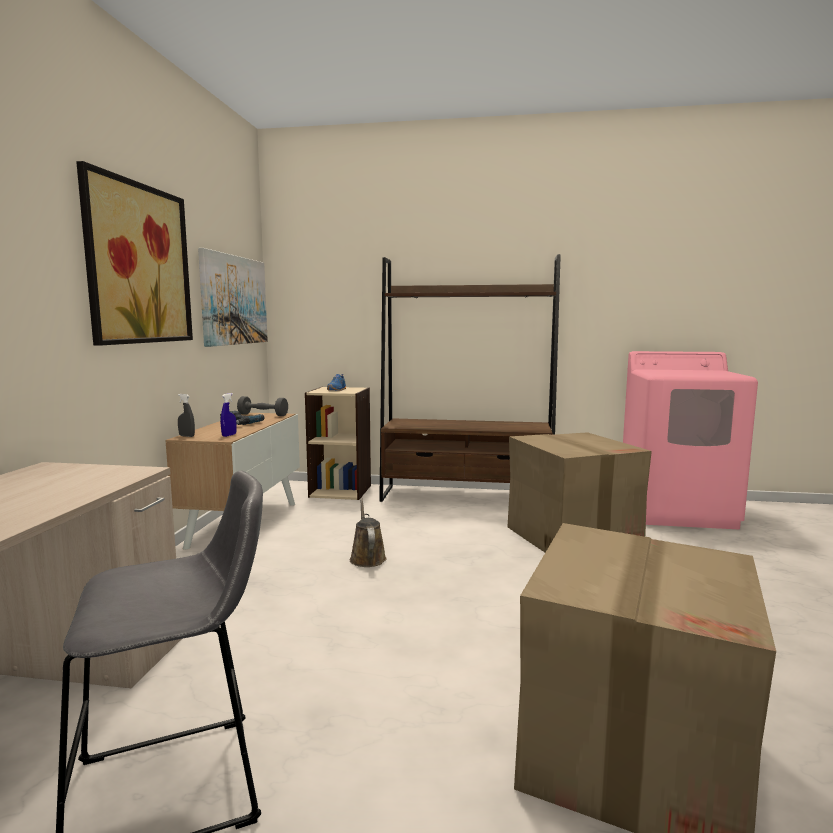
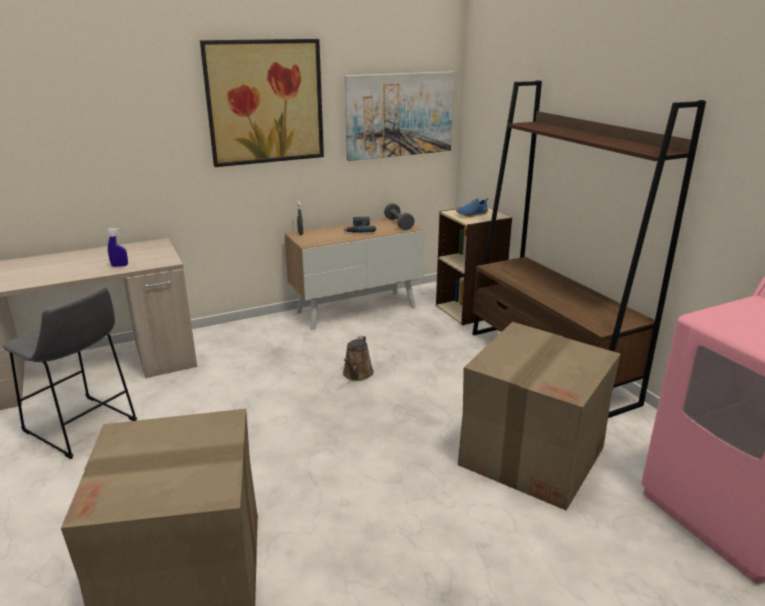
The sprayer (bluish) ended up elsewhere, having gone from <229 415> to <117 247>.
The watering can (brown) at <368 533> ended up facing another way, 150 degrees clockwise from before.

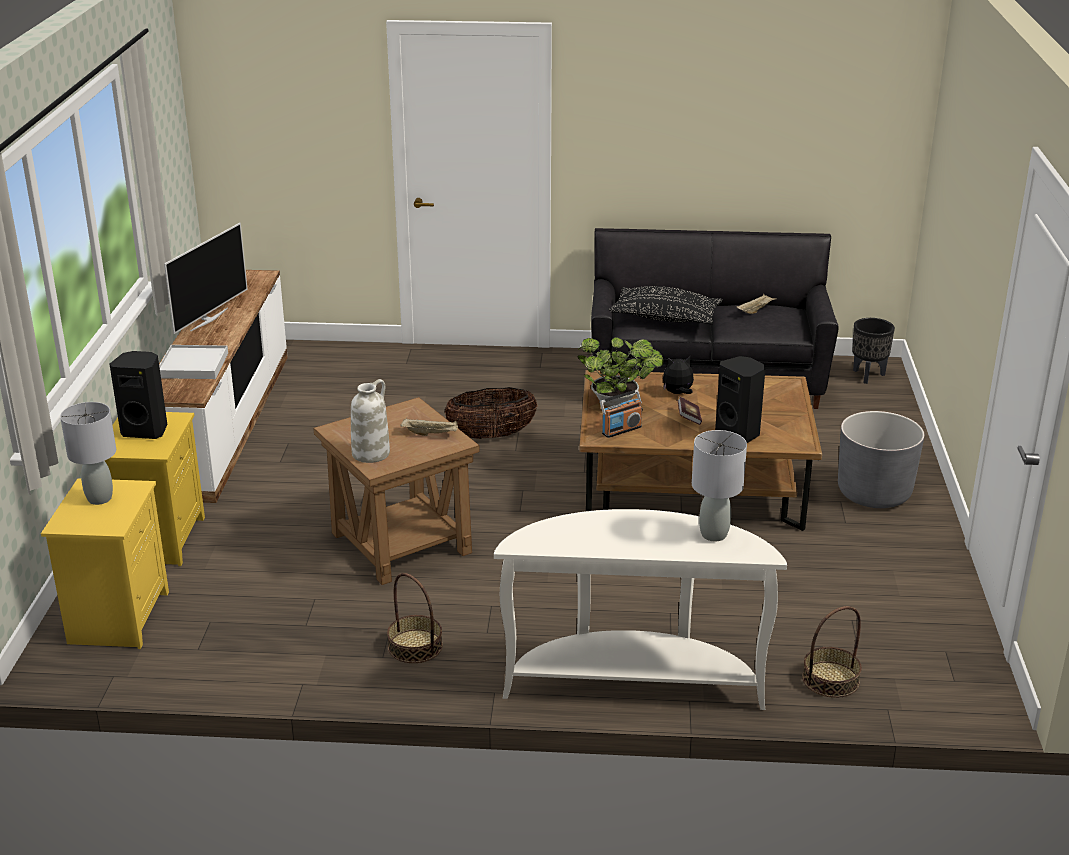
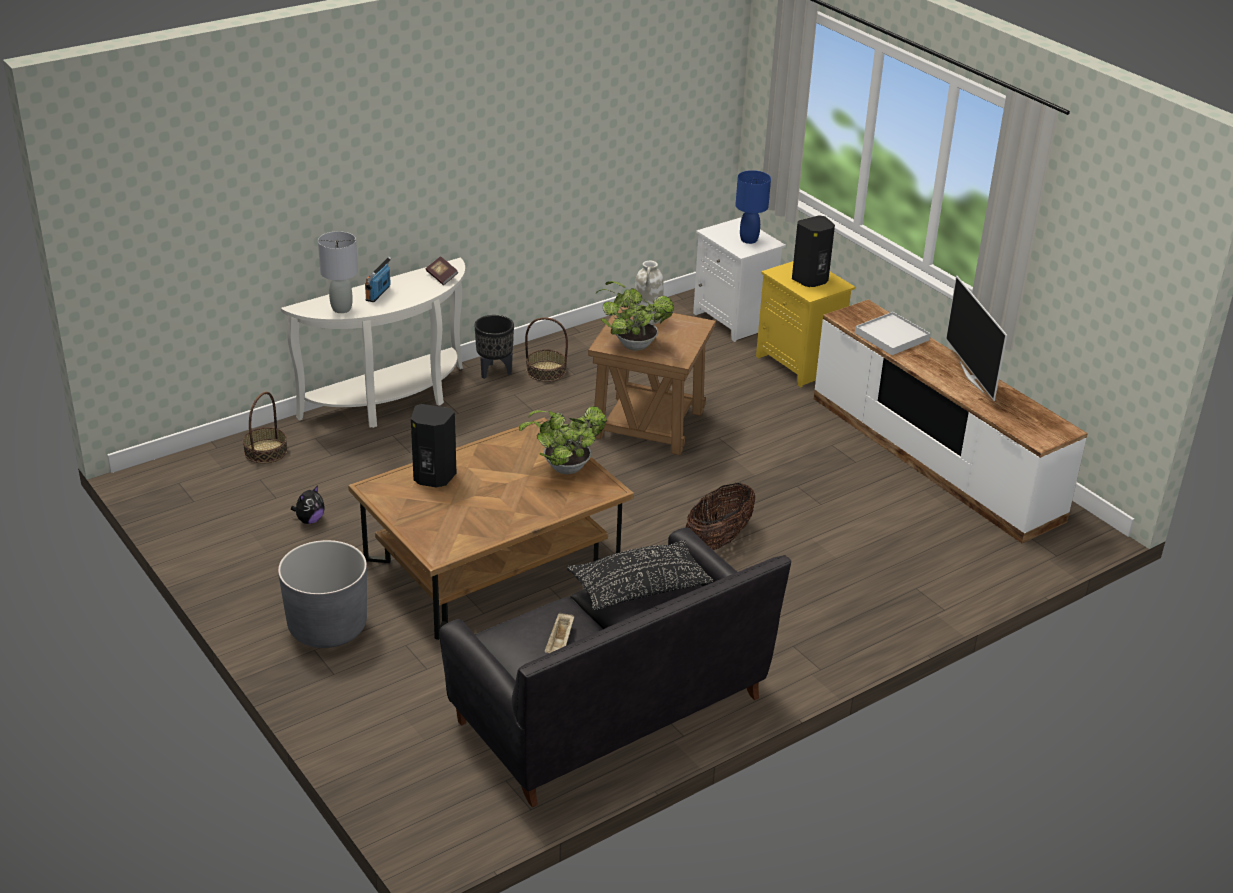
The radio set ended up elsewhere, having gone from <621 413> to <378 279>.
The cuddly toy ended up elsewhere, having gone from <678 375> to <308 504>.
The volume ended up elsewhere, having gone from <690 411> to <441 270>.
The planter (blackish) ended up elsewhere, having gone from <873 351> to <494 347>.
Where the tray (sand-coloured) stood at <429 427>, the plant in a pot came to stand at <635 316>.
What was the night table (yellow-coloured) at <105 563> turned into the night table (white) at <739 279>.
What was the tabletop lamp (gray) at <88 453> turned into the tabletop lamp (bluish) at <753 207>.

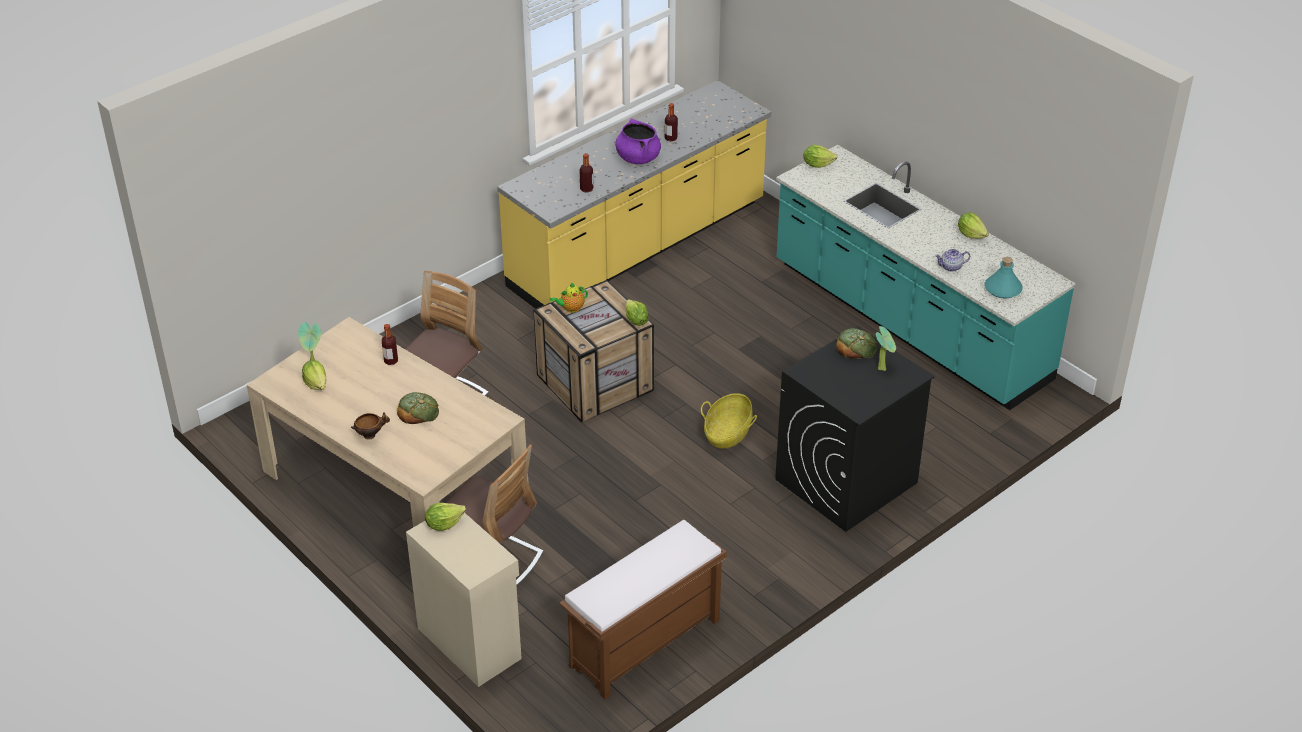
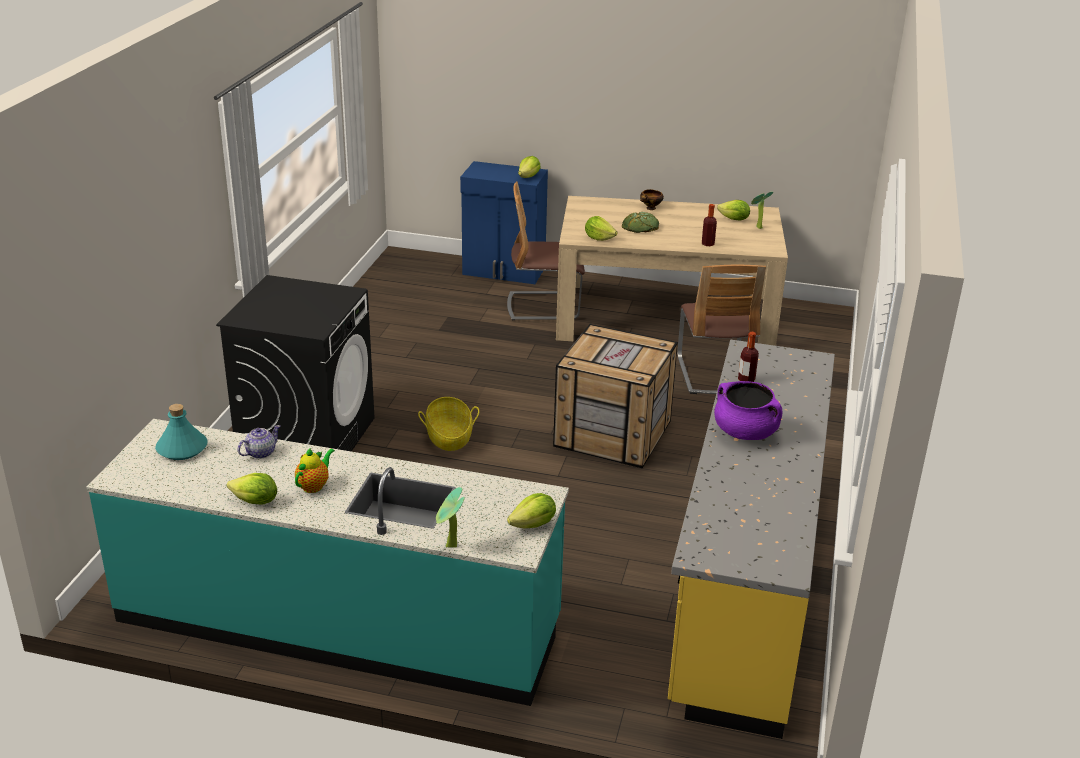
The second view lost the indoor bench (brown) at <643 610>.
The second view lost the beverage bottle at <671 122>.
The second view lost the baked bread at <856 343>.
The tea pot ended up elsewhere, having gone from <569 298> to <315 471>.
The head of lettuce ended up elsewhere, having gone from <637 312> to <601 228>.
The plant in a pot ended up elsewhere, having gone from <886 348> to <450 517>.
What was the storage cabinet (sand-coloured) at <464 600> turned into the storage cabinet (bluish) at <504 222>.

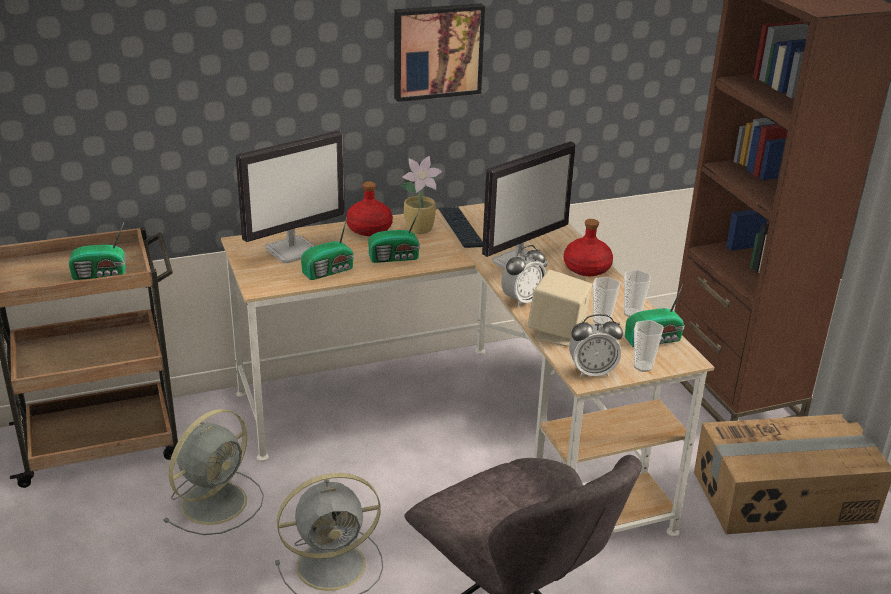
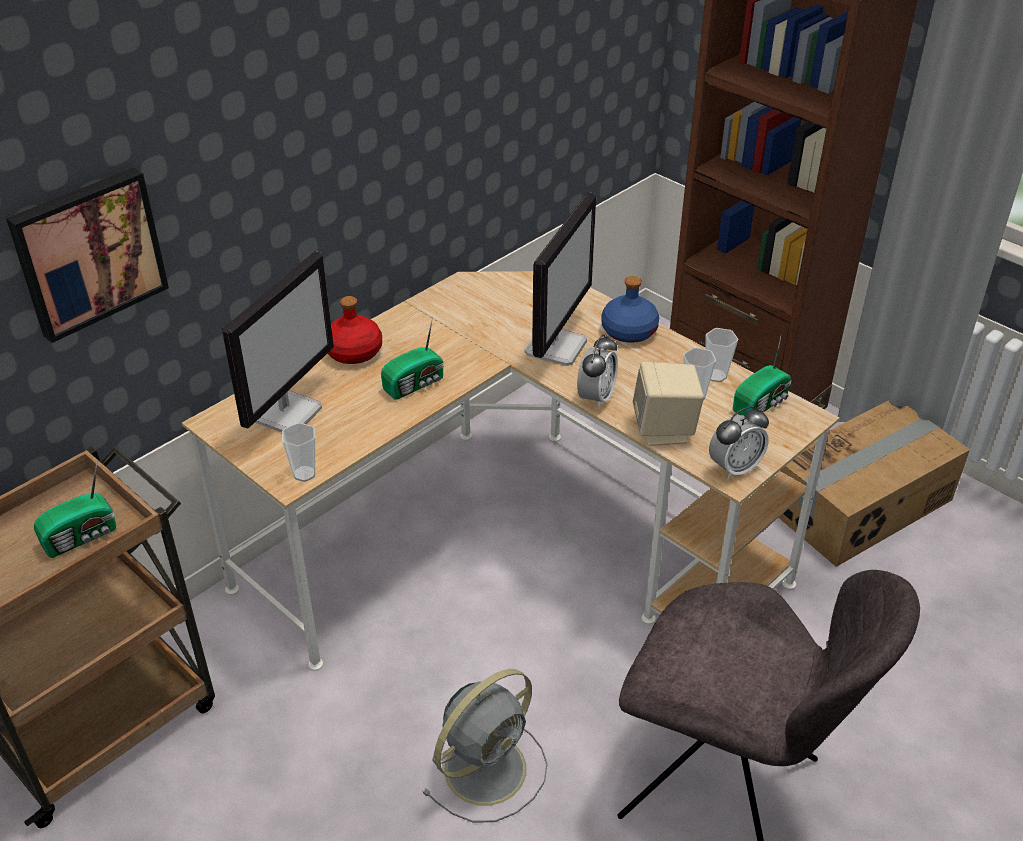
The second view lost the cooling fan (gray) at <213 472>.
The second view lost the radio set at <327 249>.
The second view lost the plant in a pot at <421 195>.
The second view lost the computer keyboard at <460 227>.
The picture ended up elsewhere, having gone from <439 52> to <87 255>.
The drinking cup ended up elsewhere, having gone from <649 346> to <298 452>.
What was the beverage bottle (reddish) at <588 247> turned into the beverage bottle (bluish) at <630 309>.

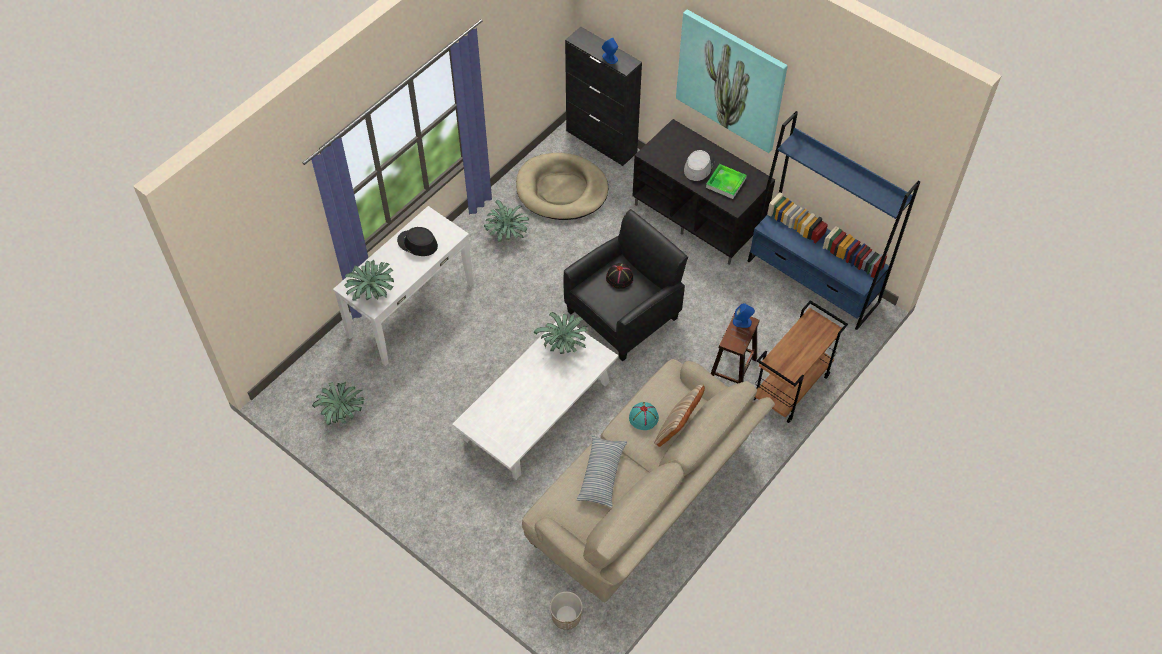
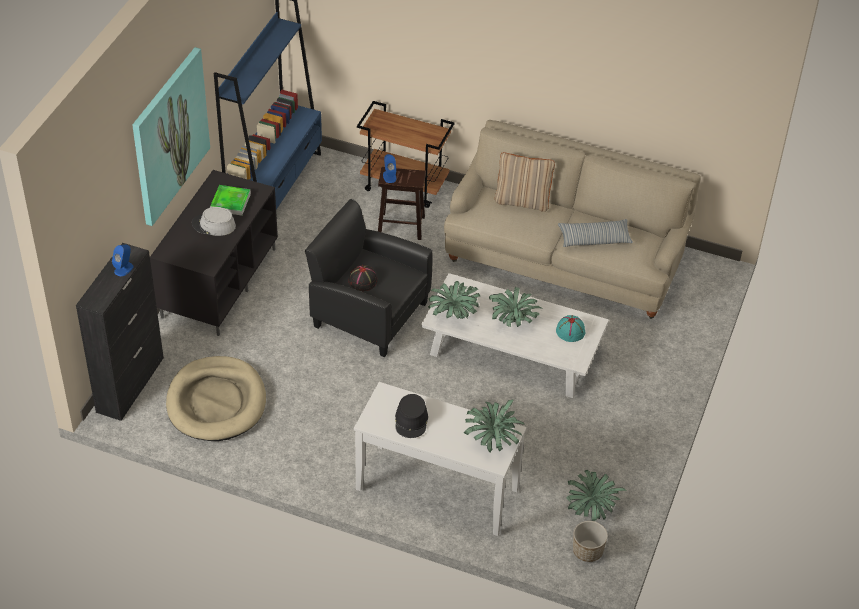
The plant in a pot ended up elsewhere, having gone from <506 221> to <515 307>.
The planter ended up elsewhere, having gone from <566 610> to <590 541>.
The hat (turquoise-coloured) ended up elsewhere, having gone from <644 416> to <570 328>.

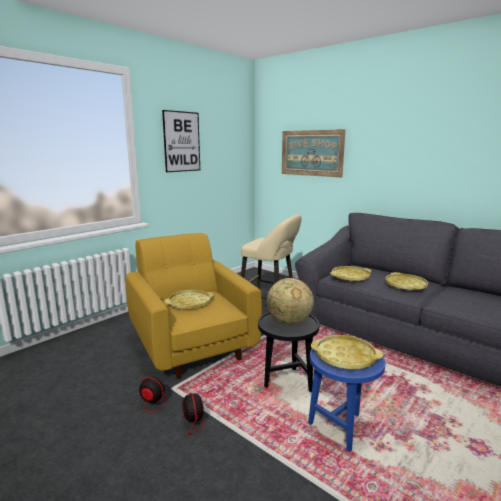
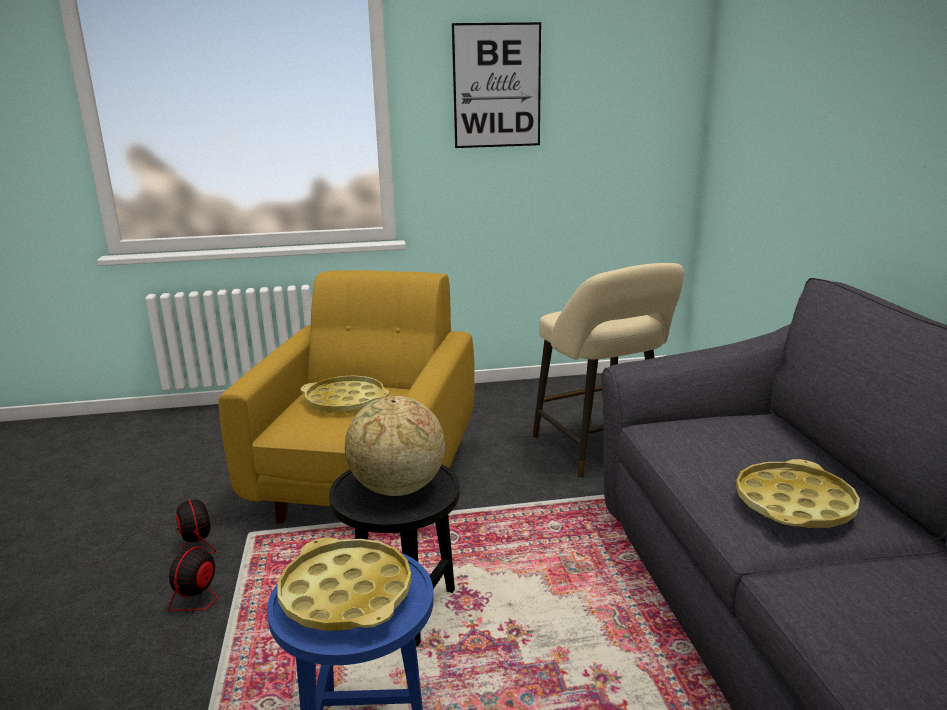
The second view lost the picture at <313 153>.
The second view lost the tray (yellow-coloured) at <351 274>.

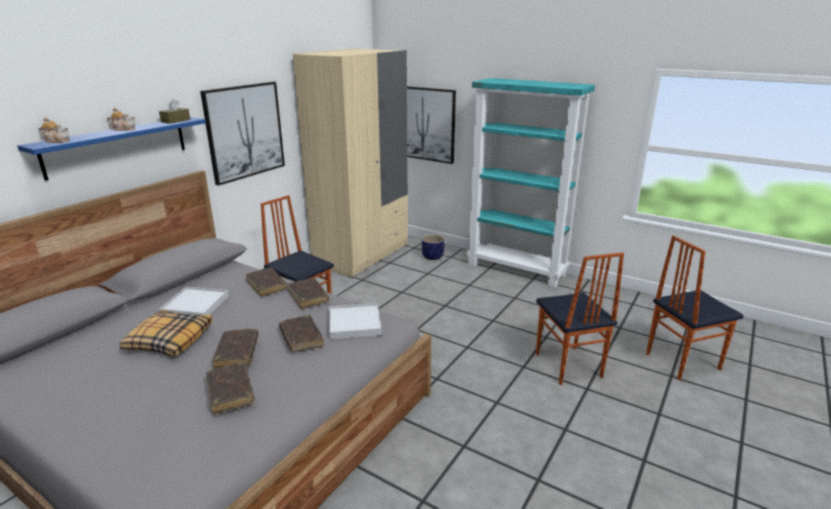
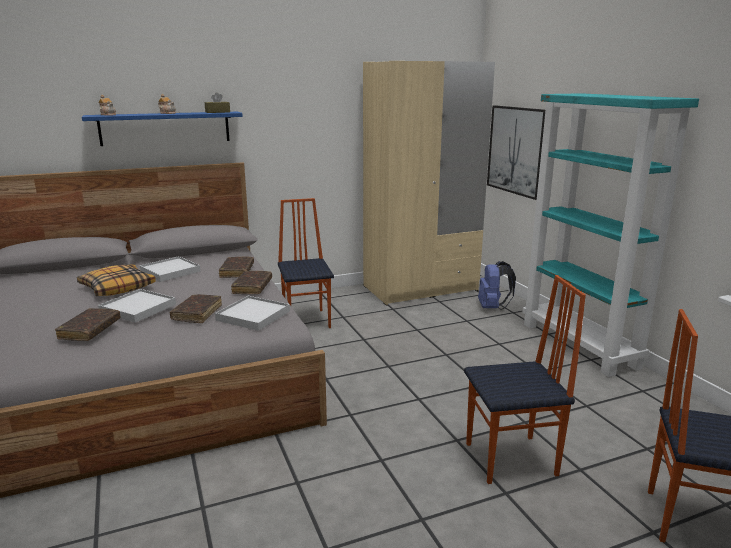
The second view lost the picture at <242 134>.
Where the volume (brown) stood at <235 349>, the tray (white) came to stand at <137 306>.
Where the planter stood at <433 247>, the knapsack (bluish) came to stand at <497 285>.
The upright chair at <580 318> ended up facing another way, 120 degrees counterclockwise from before.

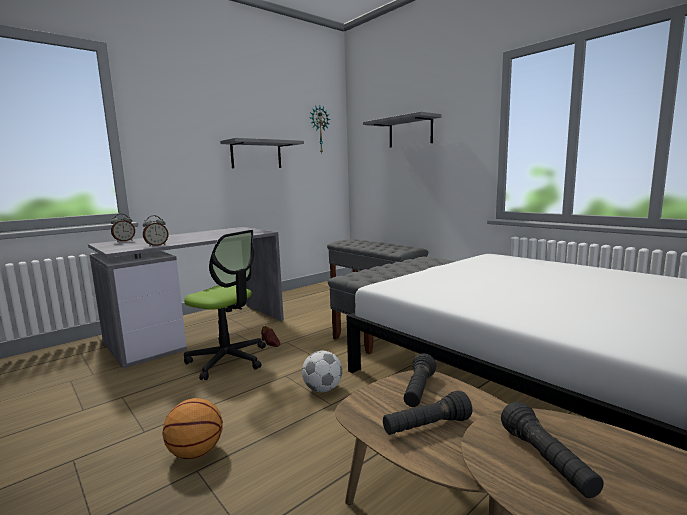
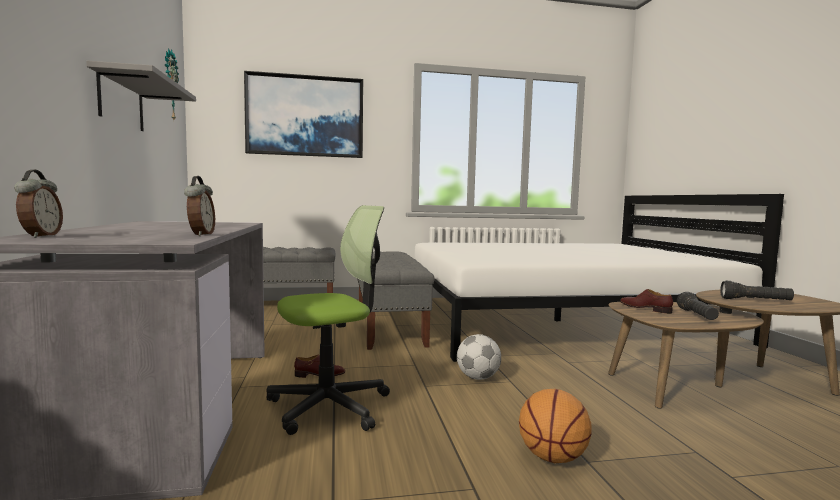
Where the shelf (gray) hung at <402 130>, the picture came to hang at <303 114>.
Where the hand torch (blackish) stood at <420 380>, the shoe (brown) came to stand at <646 301>.

